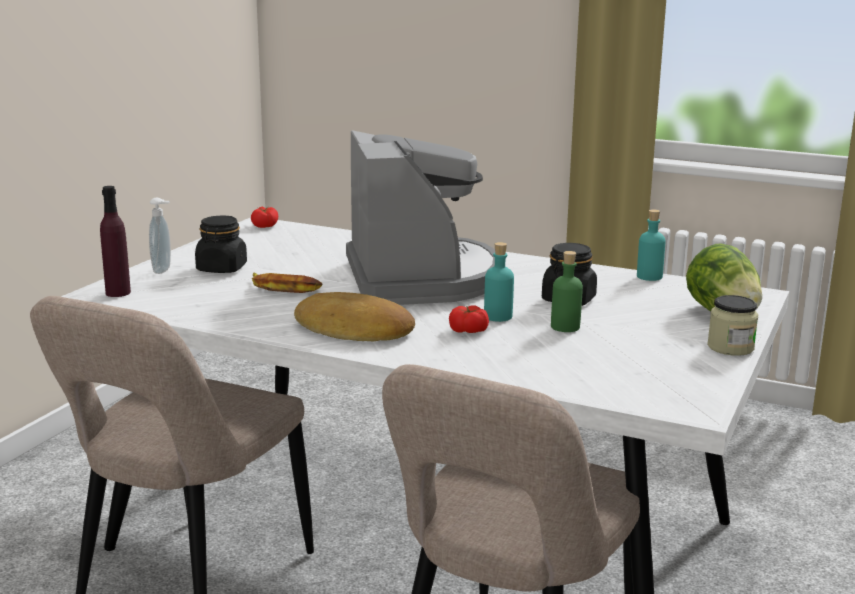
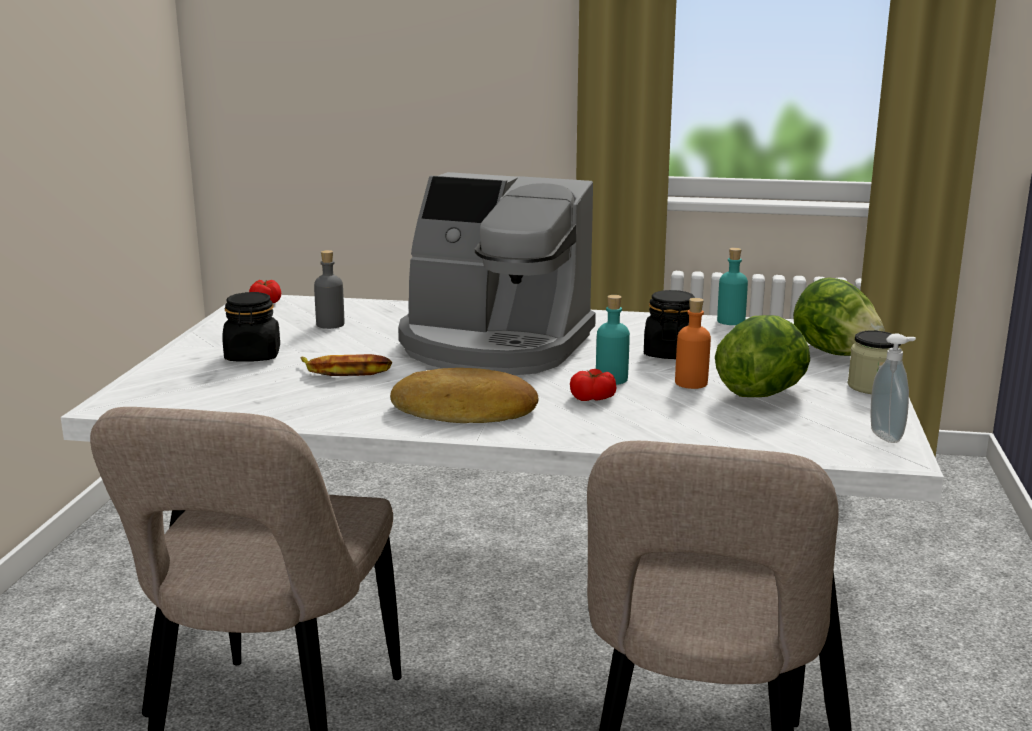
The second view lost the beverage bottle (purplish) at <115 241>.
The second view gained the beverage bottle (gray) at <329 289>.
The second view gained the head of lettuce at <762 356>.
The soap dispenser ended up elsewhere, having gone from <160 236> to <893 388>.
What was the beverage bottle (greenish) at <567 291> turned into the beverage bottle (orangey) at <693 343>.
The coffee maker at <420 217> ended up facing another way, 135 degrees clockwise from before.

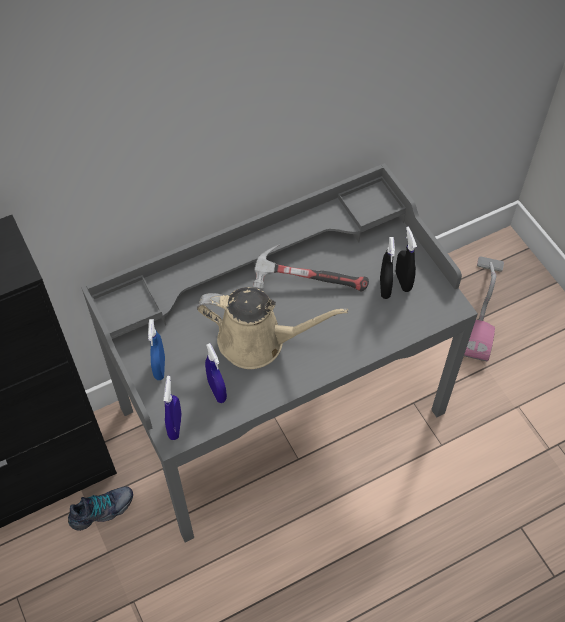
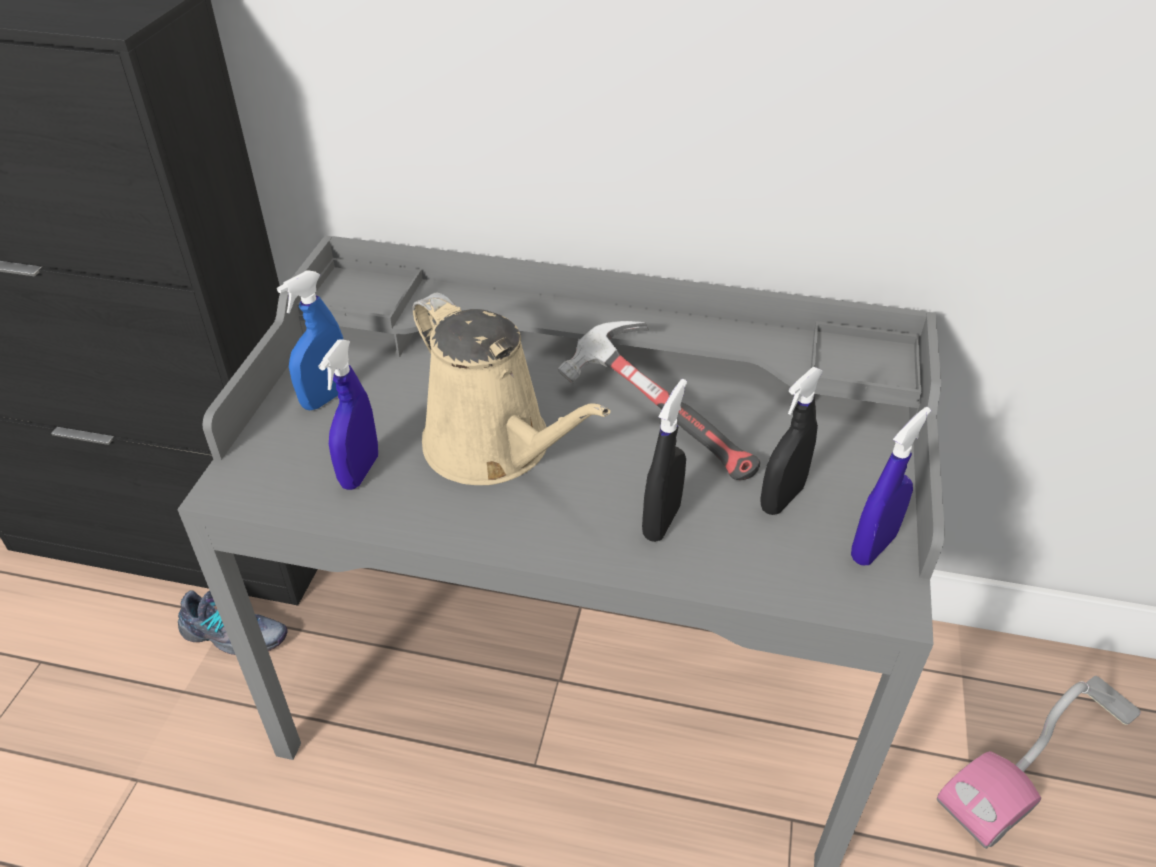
The sprayer (bluish) ended up elsewhere, having gone from <172 408> to <891 486>.
The sprayer (blackish) ended up elsewhere, having gone from <406 259> to <664 460>.

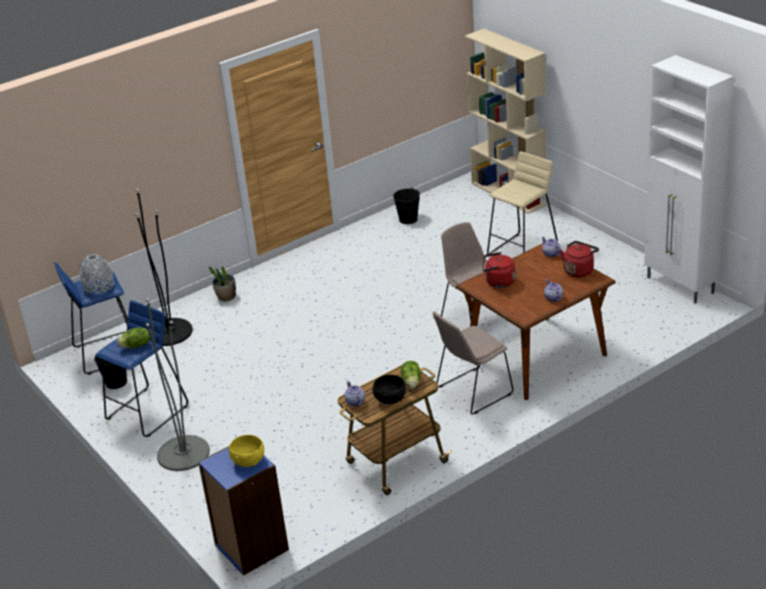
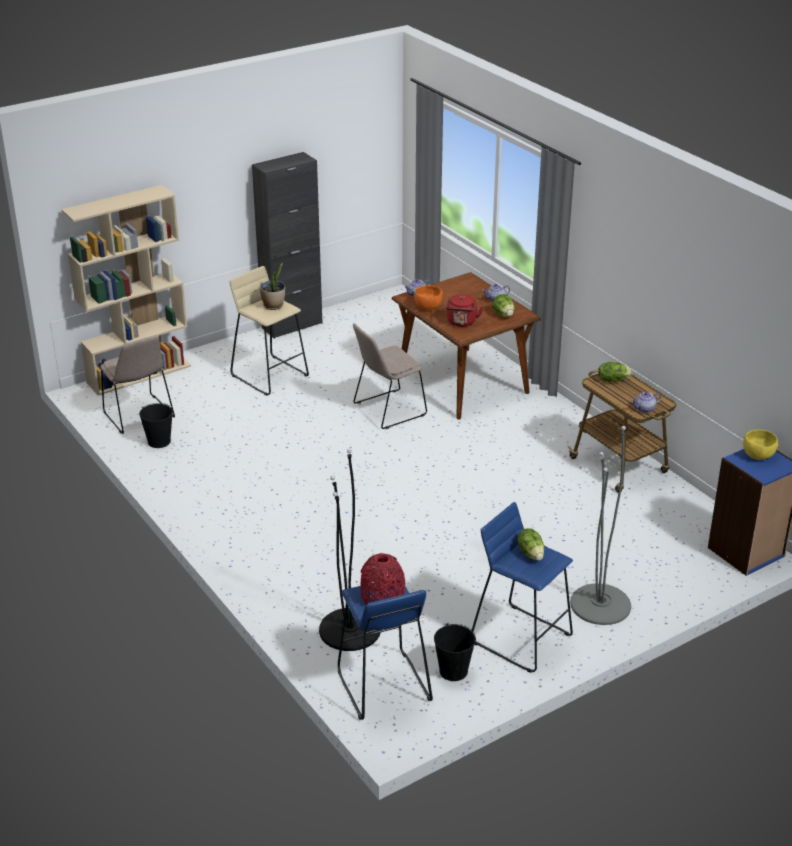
The second view lost the serving bowl (blackish) at <389 389>.
The second view lost the kettle (reddish) at <579 259>.
The second view lost the storage cabinet (white) at <688 179>.
The second view gained the storage cabinet (blackish) at <287 245>.
The second view gained the serving bowl (orangey) at <428 297>.
The second view gained the head of lettuce at <503 305>.
The plant in a pot ended up elsewhere, having gone from <222 284> to <272 286>.
The upright chair (sand-coloured) ended up elsewhere, having gone from <473 362> to <137 385>.
What was the flower vase (gray) at <96 274> turned into the flower vase (reddish) at <383 579>.

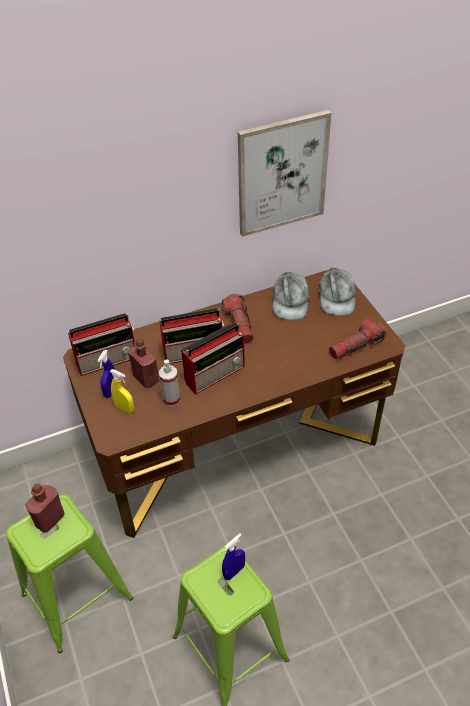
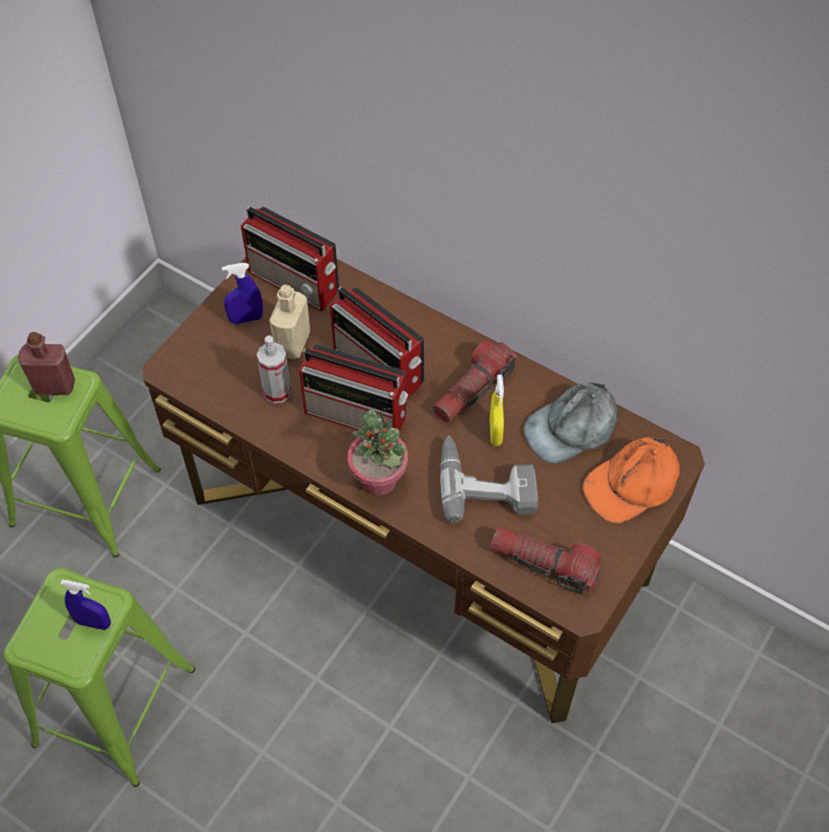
The second view lost the picture at <284 173>.
The second view gained the plant in a pot at <378 452>.
The second view gained the electric drill at <489 479>.
The sprayer (yellow-coloured) ended up elsewhere, having gone from <122 391> to <496 410>.
What was the beverage bottle (reddish) at <144 363> turned into the beverage bottle (sand-coloured) at <289 321>.
What was the baseball cap (gray) at <337 292> turned into the baseball cap (orangey) at <631 480>.

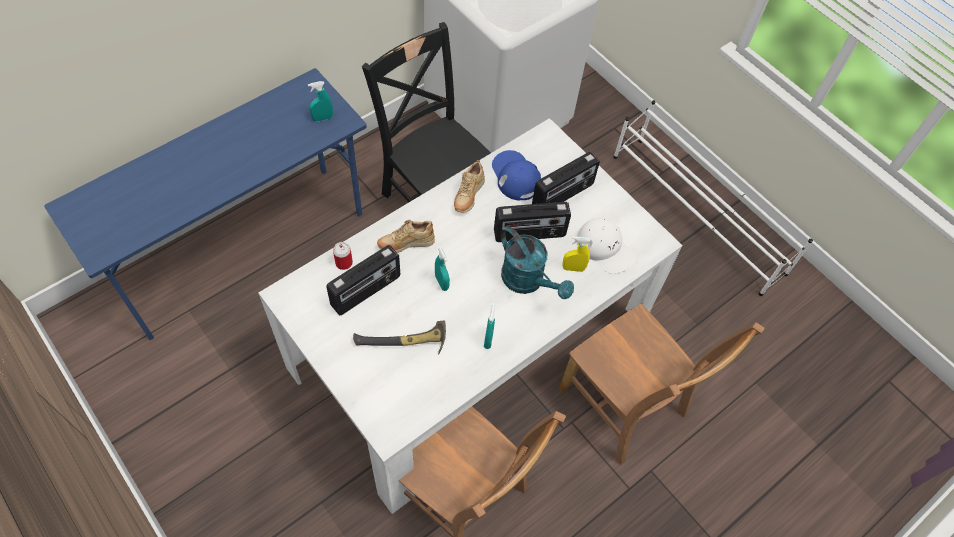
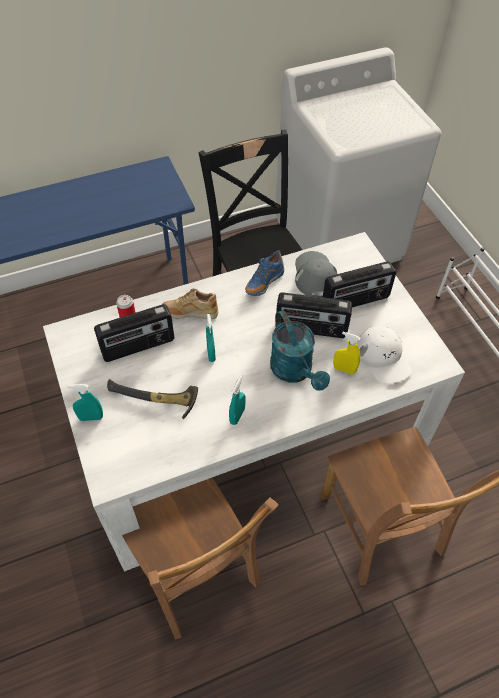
The sprayer (turquoise-coloured) ended up elsewhere, having gone from <320 101> to <85 402>.
What was the shoe (sand-coloured) at <469 186> turned into the shoe (bluish) at <264 273>.
What was the baseball cap (bluish) at <516 175> turned into the baseball cap (gray) at <316 274>.

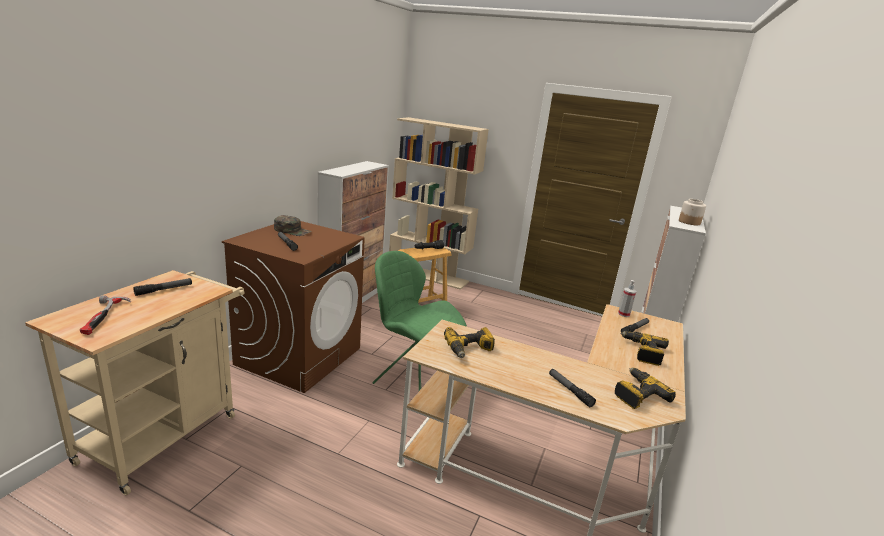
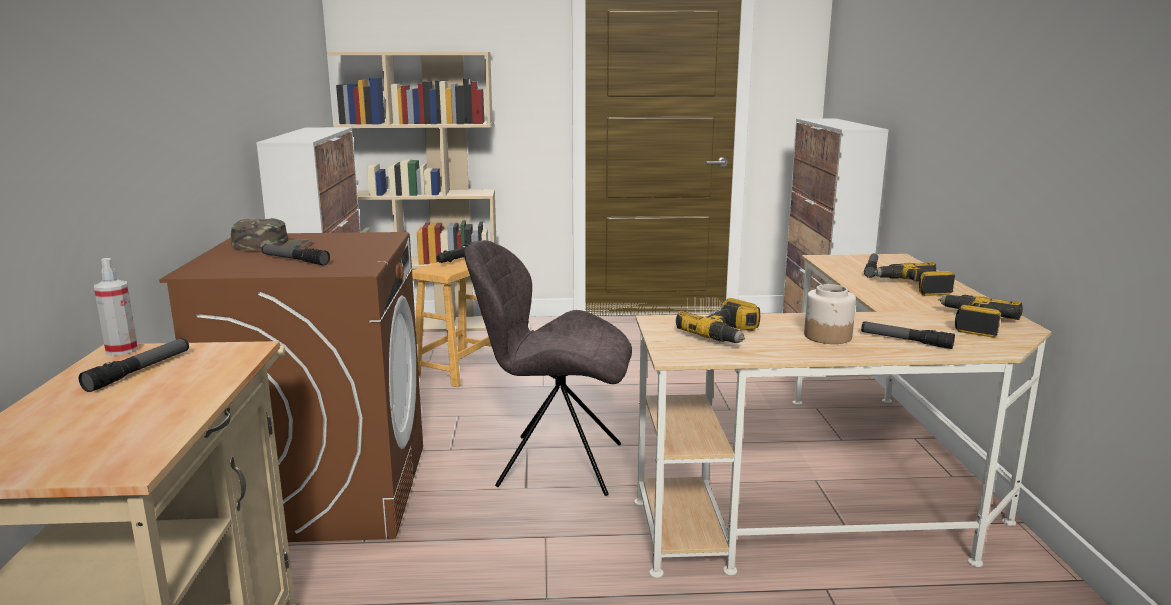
The second view lost the hand hammer at <105 315>.
The sprayer ended up elsewhere, having gone from <627 298> to <116 307>.
The jar ended up elsewhere, having gone from <692 212> to <830 314>.
What was the upright chair (greenish) at <419 321> turned into the upright chair (gray) at <548 368>.

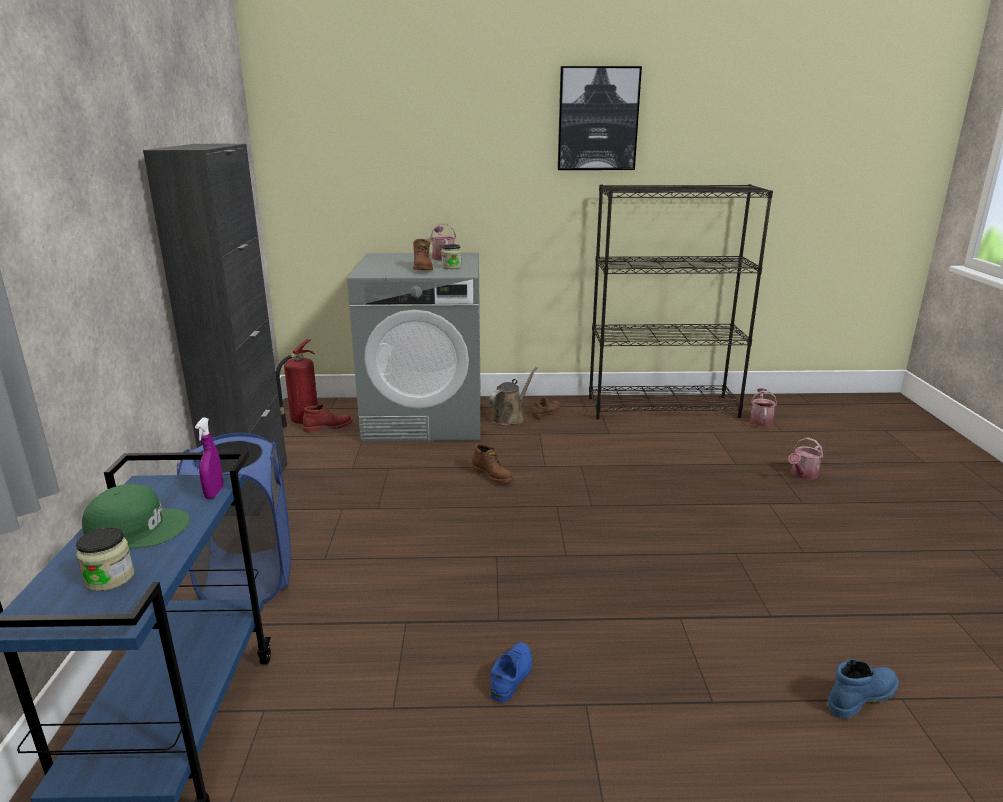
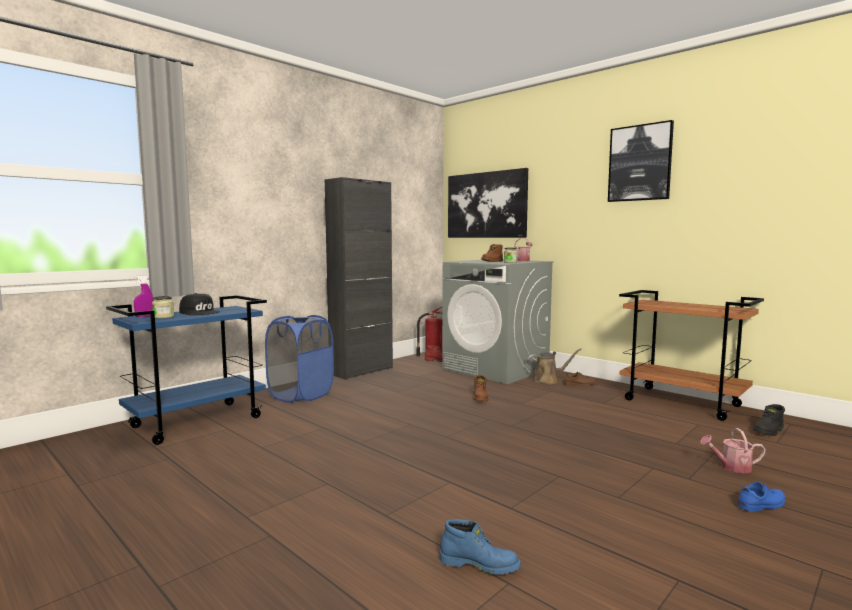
The second view gained the picture at <488 203>.
The sprayer (purplish) ended up elsewhere, having gone from <209 458> to <144 296>.
The shoe (bluish) ended up elsewhere, having gone from <511 672> to <762 497>.
Where the bookcase (blackish) stood at <681 301>, the wheeled cart (brown) came to stand at <691 355>.
Where the watering can stood at <763 407>, the high-top boot (blackish) came to stand at <769 420>.
What was the baseball cap (greenish) at <136 516> turned into the baseball cap (blackish) at <199 304>.

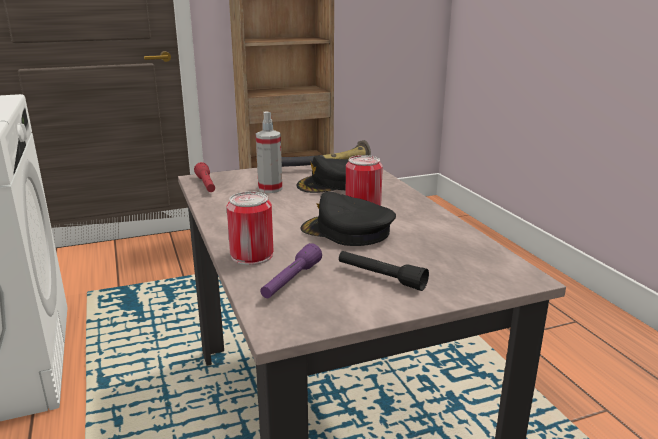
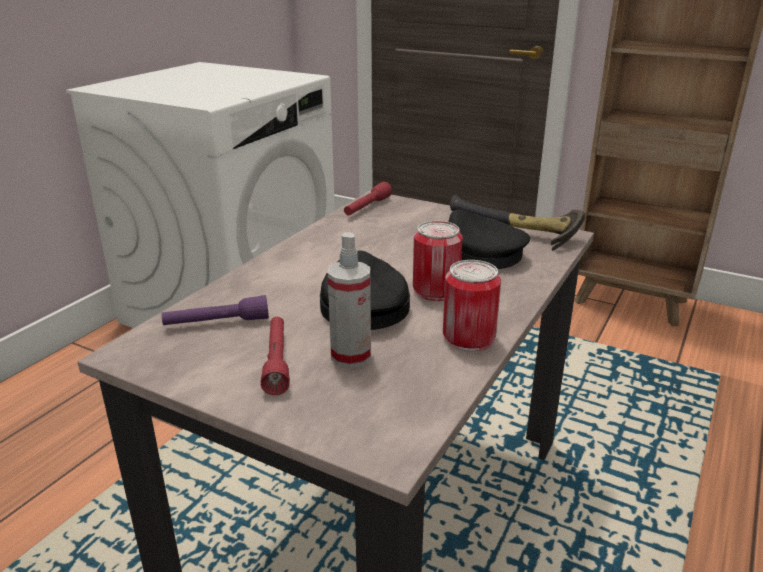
The metal can ended up elsewhere, having gone from <250 228> to <472 305>.
The sprayer ended up elsewhere, having gone from <269 152> to <349 300>.
What was the hand torch (blackish) at <384 271> turned into the hand torch (reddish) at <275 356>.

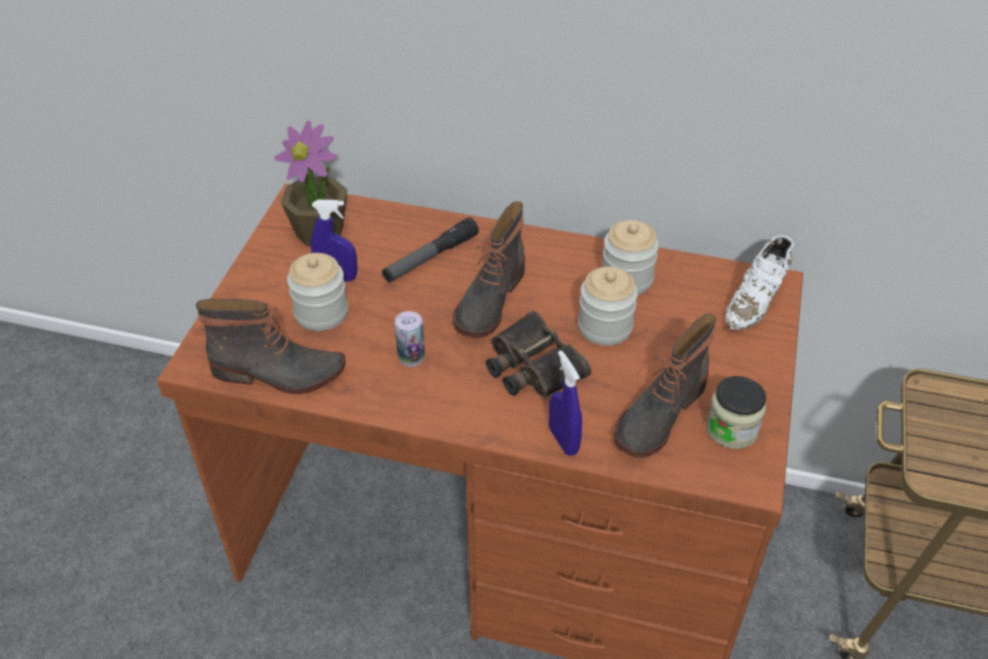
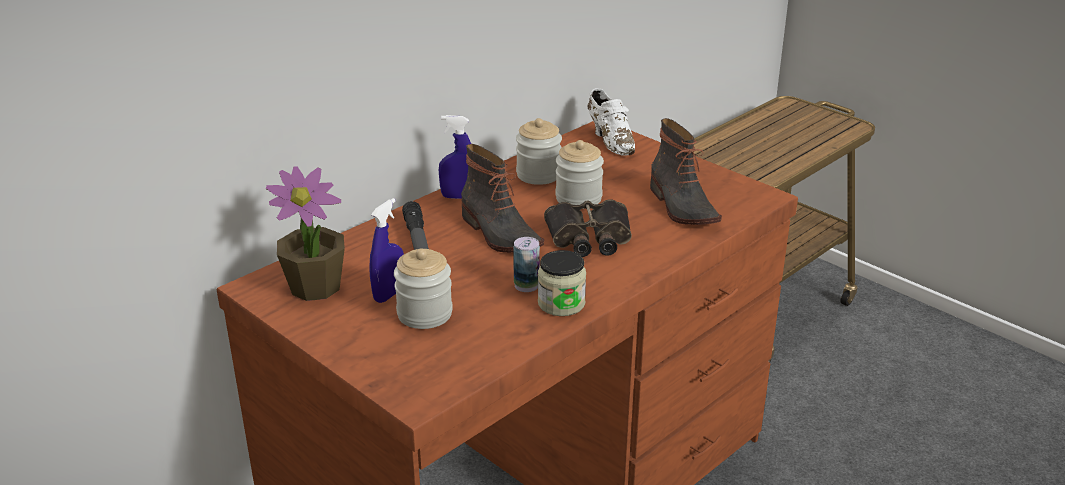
The second view lost the high-top boot at <271 346>.
The sprayer (bluish) ended up elsewhere, having gone from <565 403> to <455 157>.
The jar ended up elsewhere, having gone from <736 412> to <562 283>.

